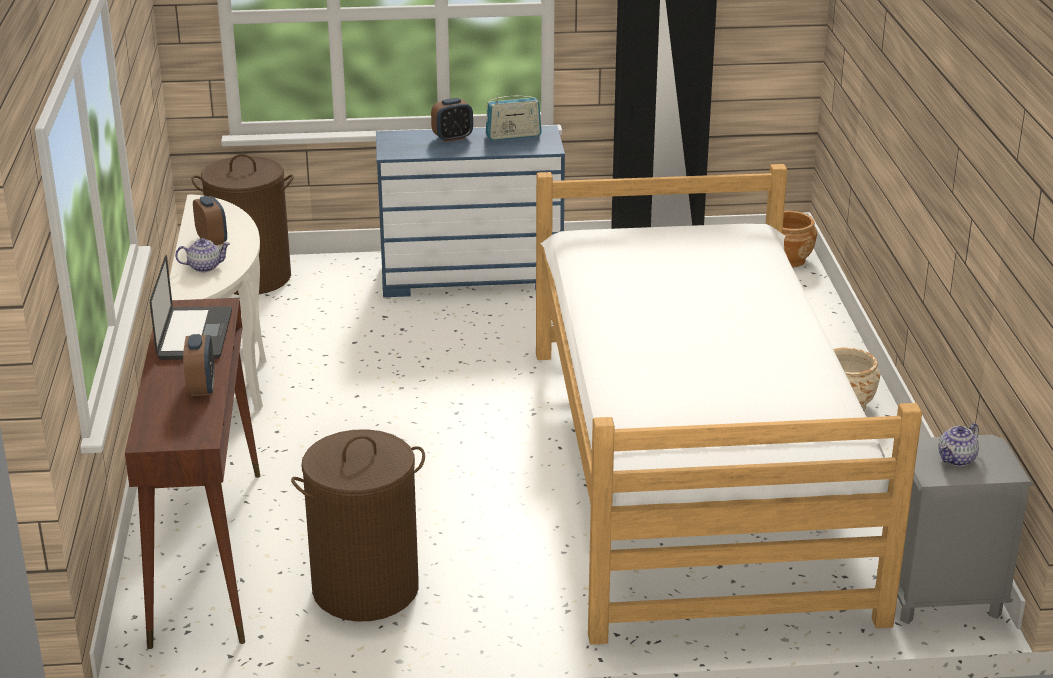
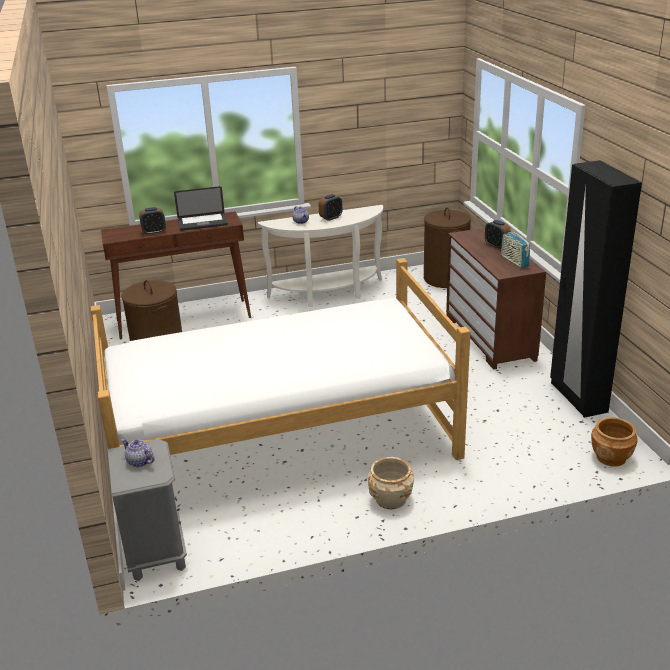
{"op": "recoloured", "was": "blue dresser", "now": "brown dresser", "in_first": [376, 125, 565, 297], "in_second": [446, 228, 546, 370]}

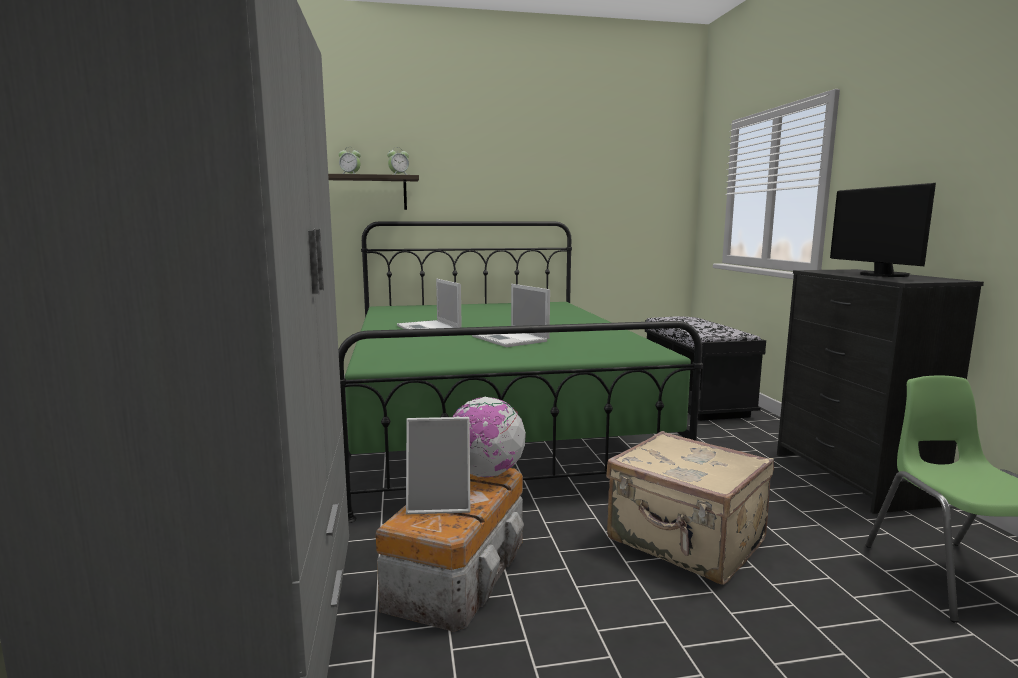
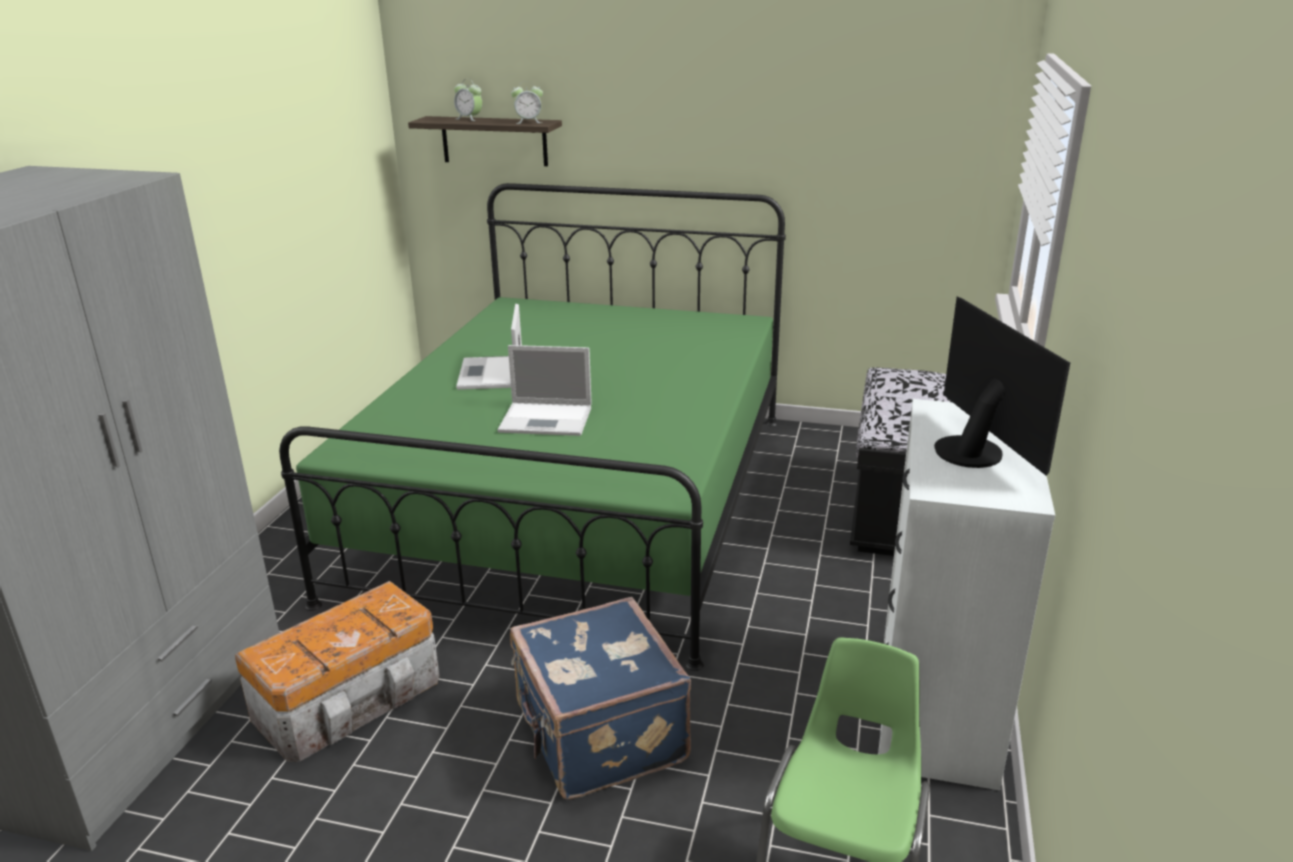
{"op": "removed", "was": "picture frame", "in_first": [406, 417, 470, 514]}
{"op": "removed", "was": "globe", "in_first": [453, 397, 526, 477]}
{"op": "turned", "was": "laptop", "in_first": [472, 284, 550, 347], "in_second": [497, 345, 592, 436], "clockwise": -75}
{"op": "recoloured", "was": "beige suitcase", "now": "blue suitcase", "in_first": [606, 431, 774, 585], "in_second": [510, 597, 691, 799]}
{"op": "recoloured", "was": "black dresser", "now": "white dresser", "in_first": [777, 269, 984, 514], "in_second": [878, 399, 1055, 790]}
{"op": "turned", "was": "monitor", "in_first": [830, 183, 936, 277], "in_second": [934, 296, 1070, 476], "clockwise": 150}

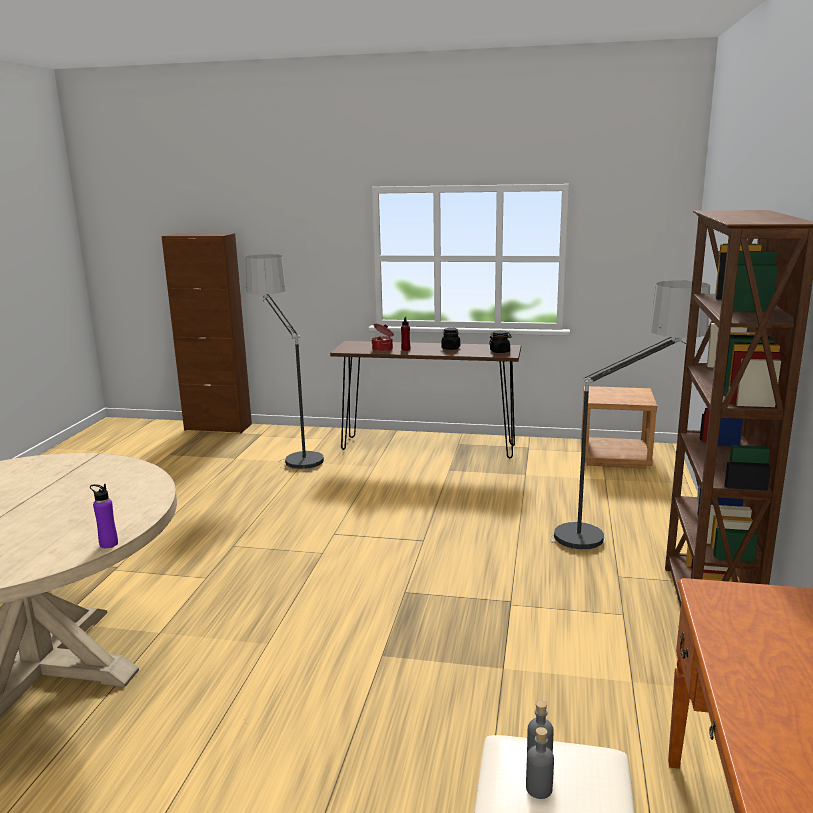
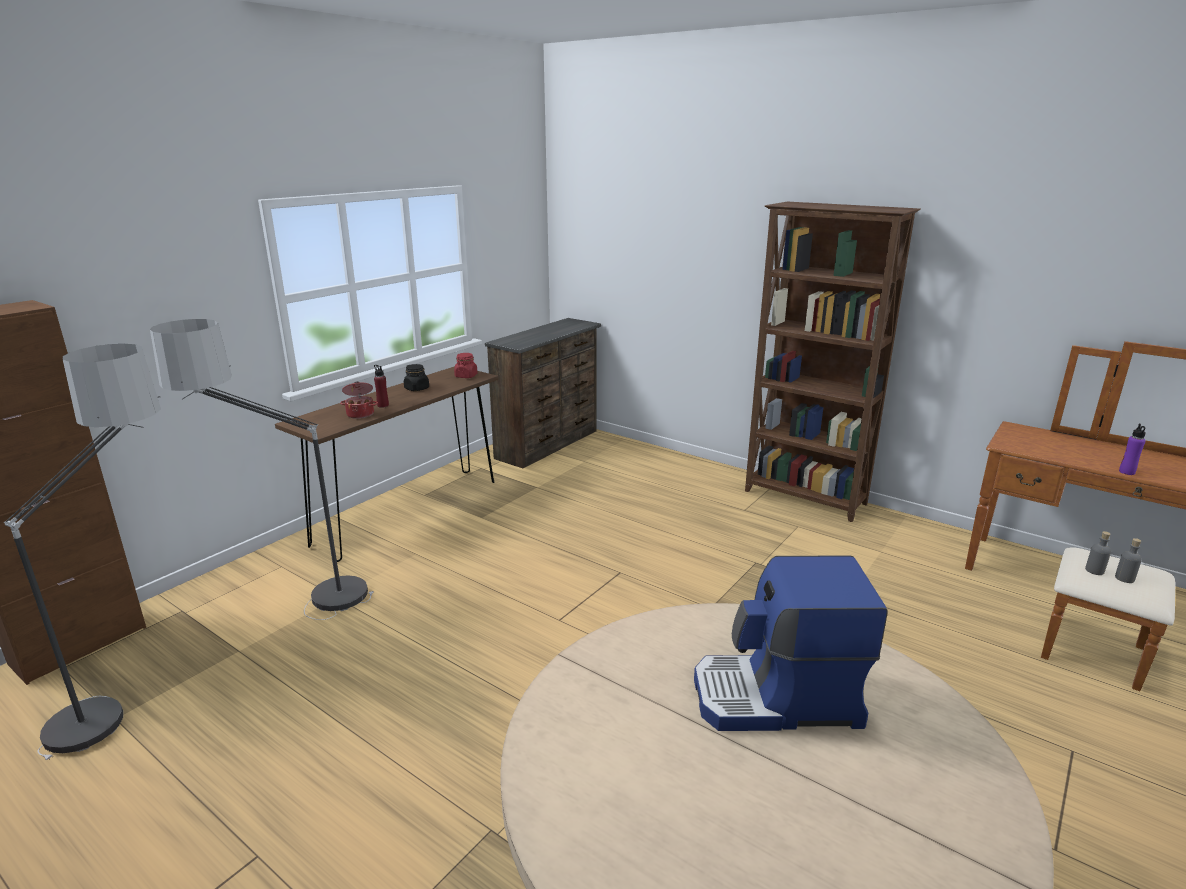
{"op": "moved", "was": "purple bottle", "in_first": [90, 484, 118, 548], "in_second": [1119, 424, 1146, 475]}
{"op": "recoloured", "was": "black jar", "now": "red jar", "in_first": [489, 331, 512, 353], "in_second": [454, 353, 478, 378]}
{"op": "moved", "was": "floor lamp", "in_first": [550, 281, 710, 550], "in_second": [4, 344, 161, 760]}
{"op": "replaced", "was": "brown nightstand", "now": "brown dresser", "in_first": [581, 386, 657, 469], "in_second": [485, 318, 601, 468]}
{"op": "added", "now": "coffee machine", "in_second": [694, 555, 888, 731]}

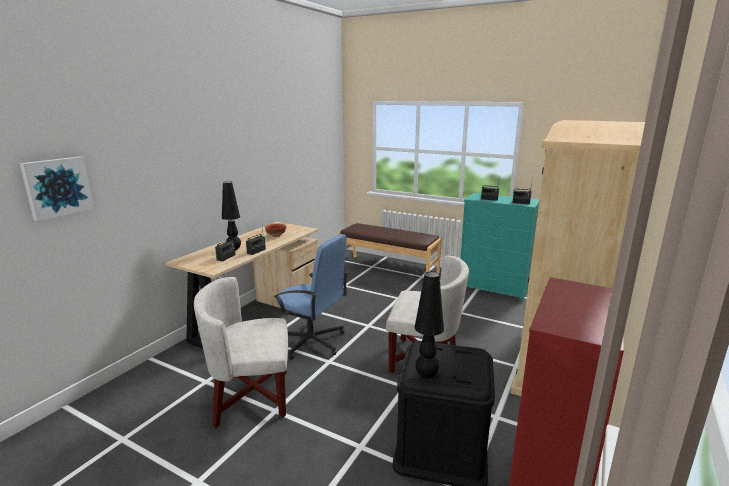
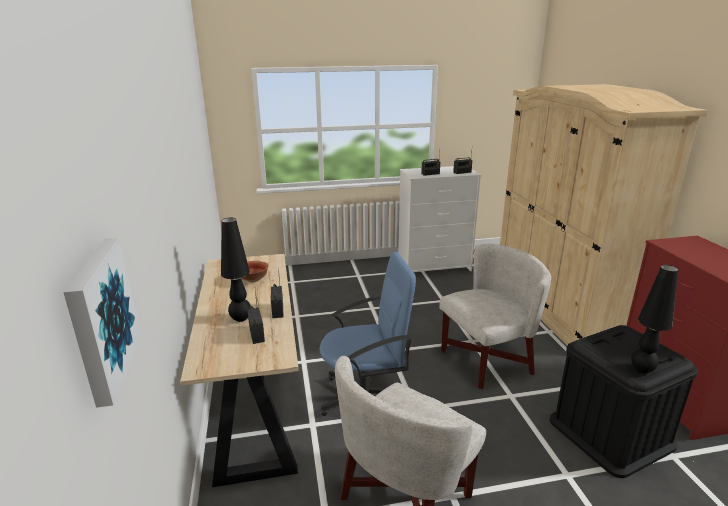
{"op": "removed", "was": "brown bench", "in_first": [338, 223, 442, 273]}
{"op": "recoloured", "was": "turquoise dresser", "now": "white dresser", "in_first": [460, 193, 540, 302], "in_second": [398, 166, 481, 272]}

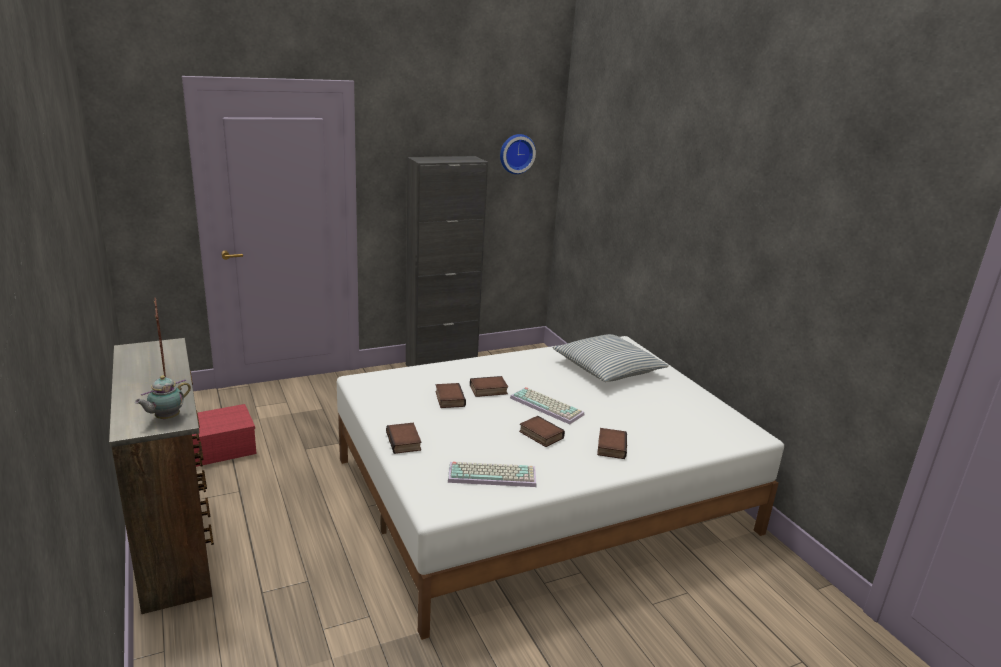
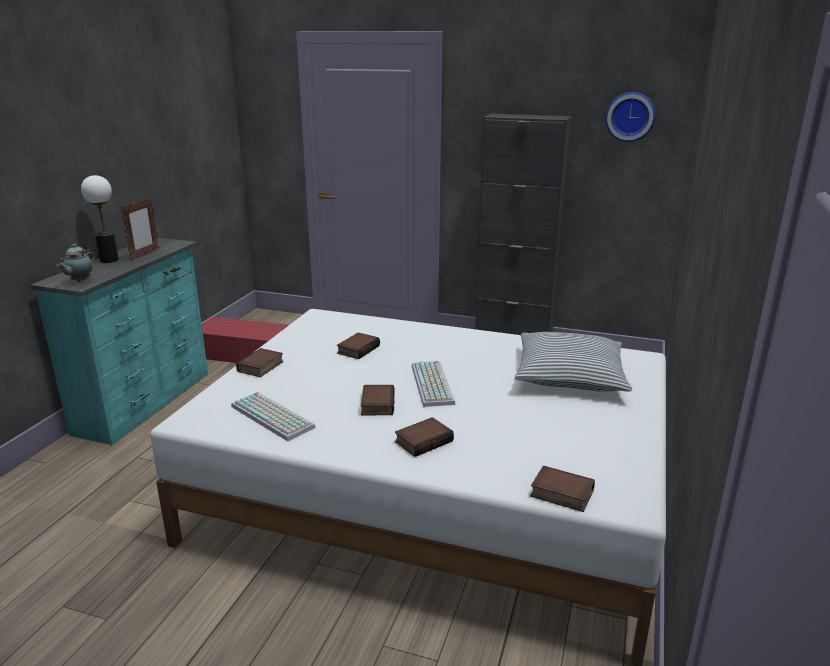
{"op": "recoloured", "was": "brown dresser", "now": "turquoise dresser", "in_first": [109, 338, 214, 614], "in_second": [30, 238, 208, 445]}
{"op": "turned", "was": "teapot", "in_first": [135, 375, 191, 420], "in_second": [57, 244, 95, 282], "clockwise": -60}
{"op": "moved", "was": "book", "in_first": [470, 376, 508, 397], "in_second": [530, 466, 595, 512]}
{"op": "added", "now": "table lamp", "in_second": [81, 175, 119, 263]}

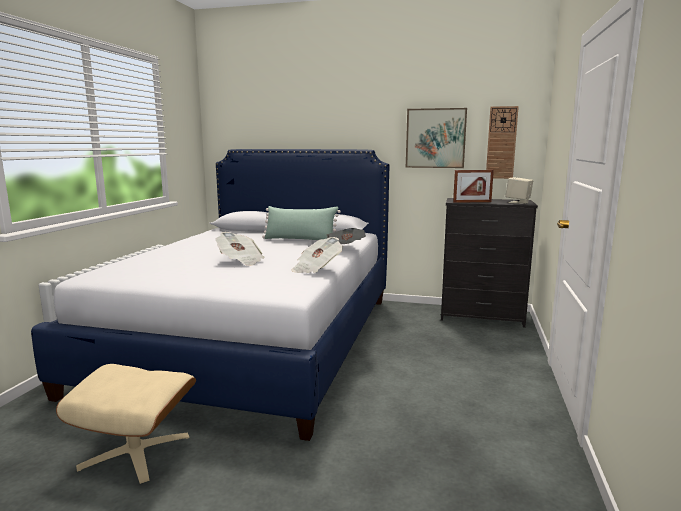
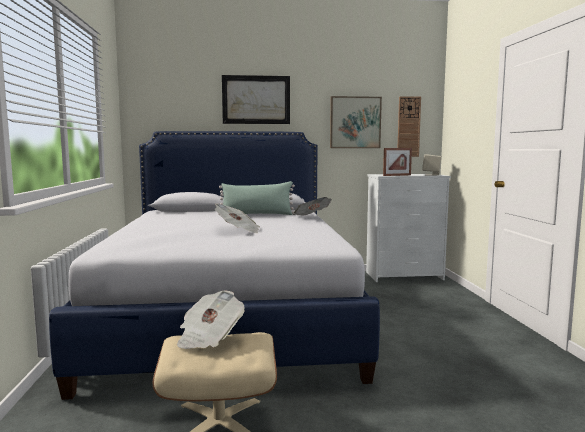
{"op": "moved", "was": "newspaper", "in_first": [291, 237, 343, 273], "in_second": [177, 290, 245, 349]}
{"op": "recoloured", "was": "black dresser", "now": "white dresser", "in_first": [441, 198, 538, 328], "in_second": [366, 174, 451, 282]}
{"op": "added", "now": "picture", "in_second": [222, 75, 290, 124]}

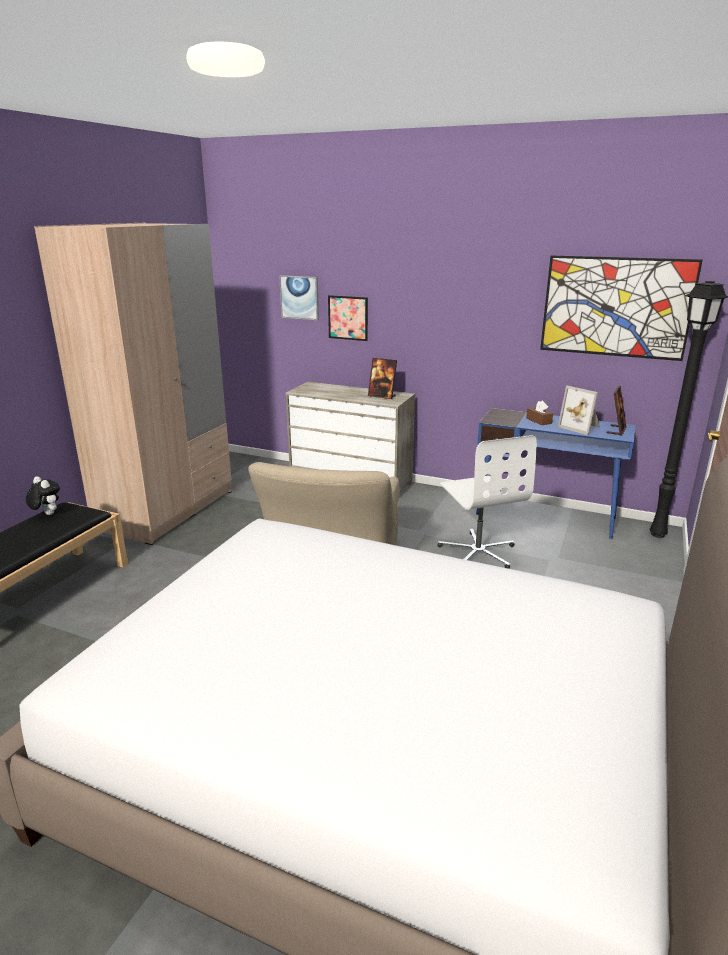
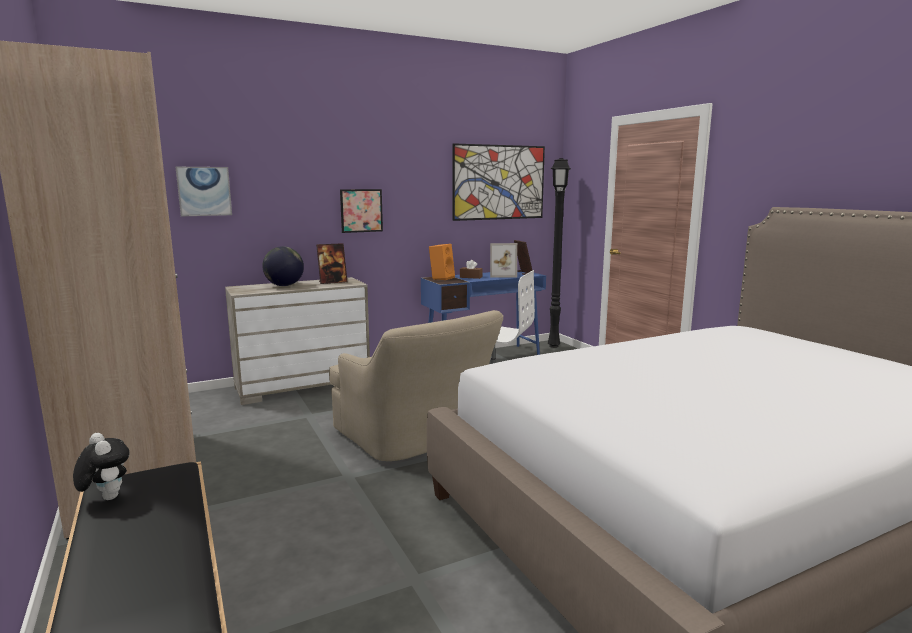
{"op": "turned", "was": "plush toy", "in_first": [26, 476, 60, 515], "in_second": [73, 433, 130, 500], "clockwise": 60}
{"op": "moved", "was": "picture", "in_first": [328, 295, 368, 341], "in_second": [340, 189, 383, 233]}
{"op": "added", "now": "globe", "in_second": [262, 246, 304, 286]}
{"op": "added", "now": "orange speaker", "in_second": [429, 244, 455, 280]}

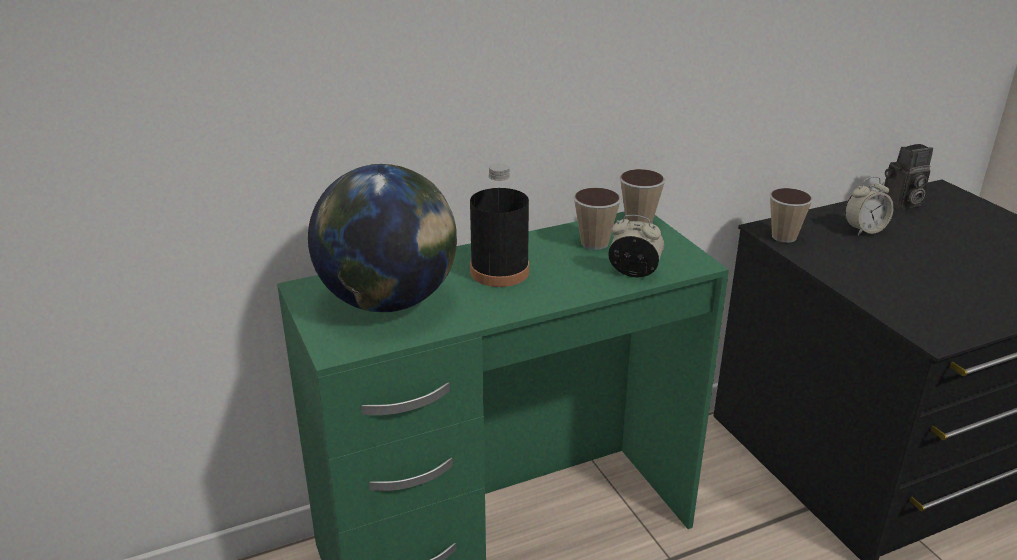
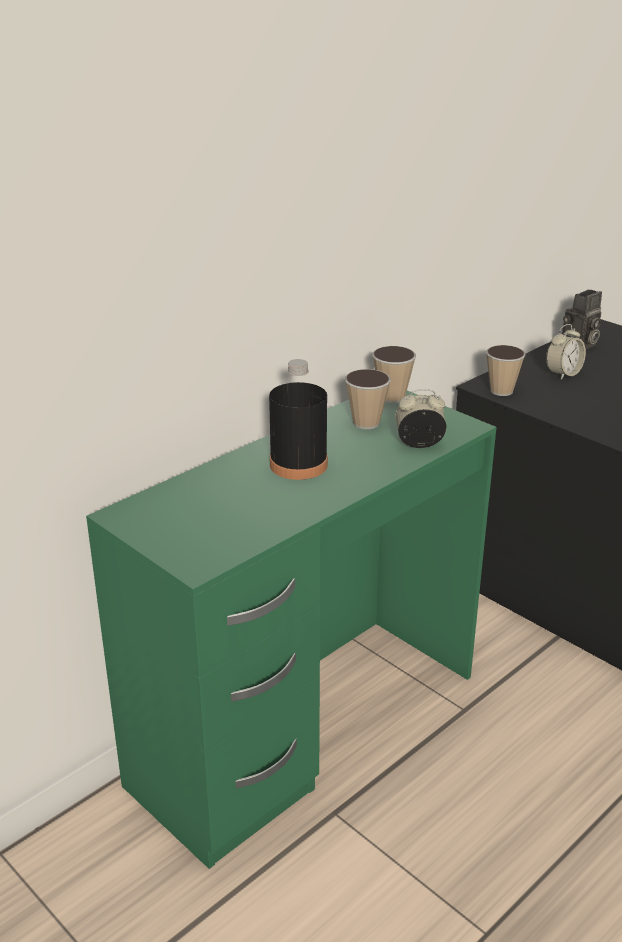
{"op": "removed", "was": "globe", "in_first": [308, 164, 457, 312]}

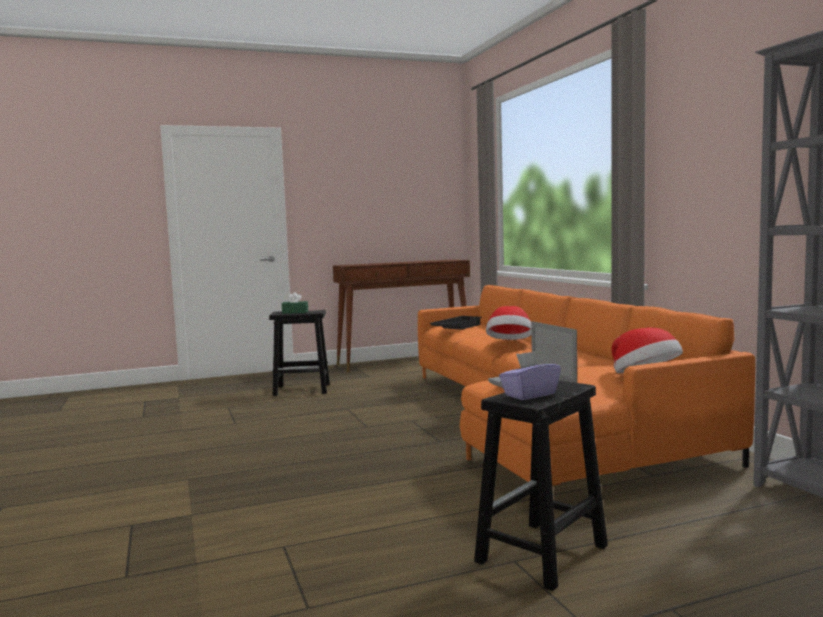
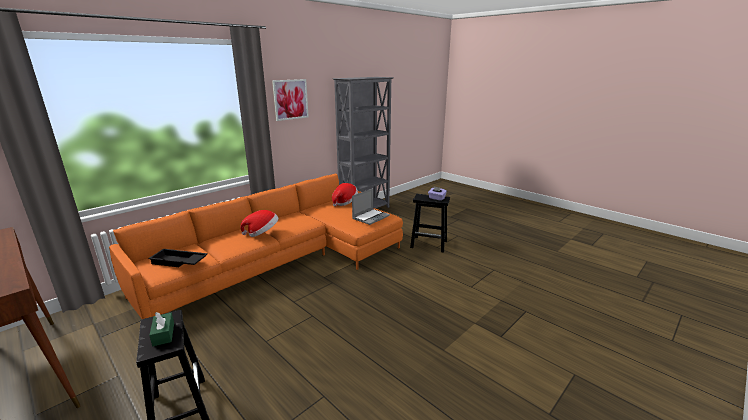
{"op": "added", "now": "picture", "in_second": [272, 79, 309, 121]}

